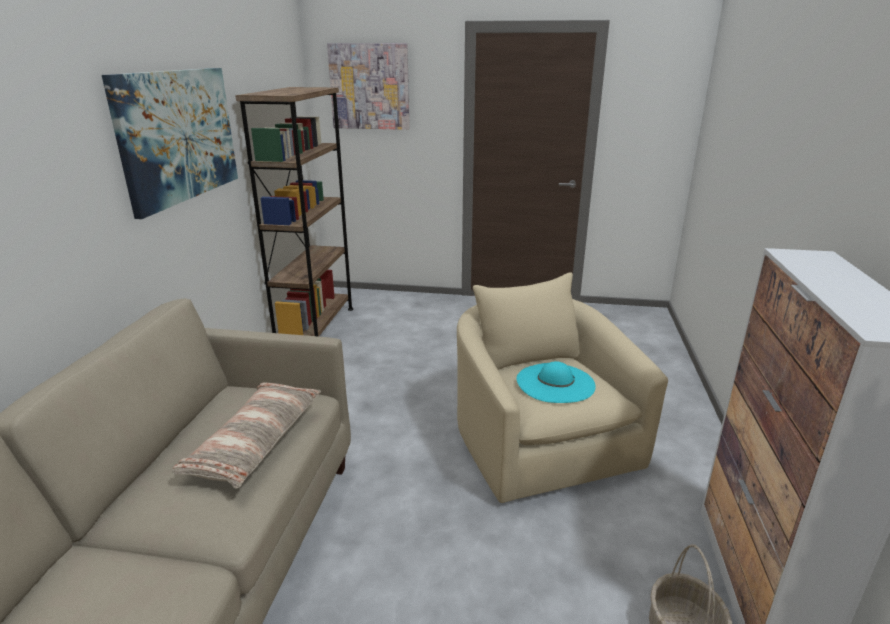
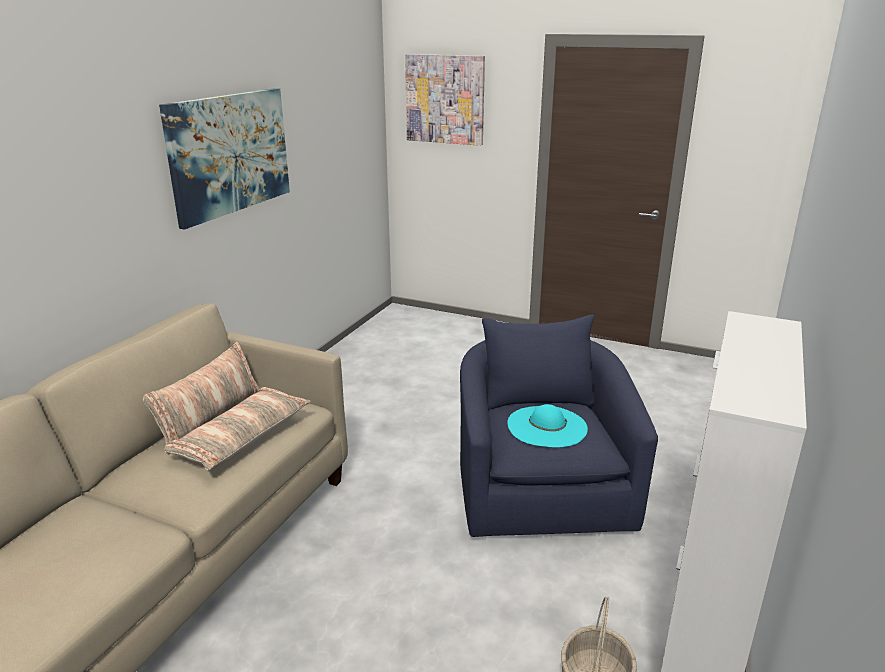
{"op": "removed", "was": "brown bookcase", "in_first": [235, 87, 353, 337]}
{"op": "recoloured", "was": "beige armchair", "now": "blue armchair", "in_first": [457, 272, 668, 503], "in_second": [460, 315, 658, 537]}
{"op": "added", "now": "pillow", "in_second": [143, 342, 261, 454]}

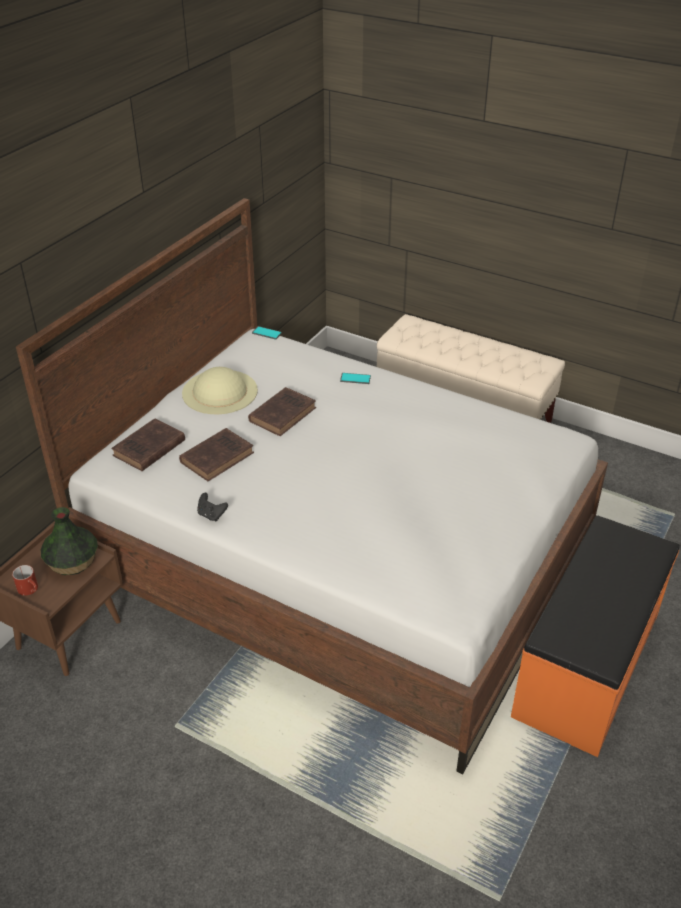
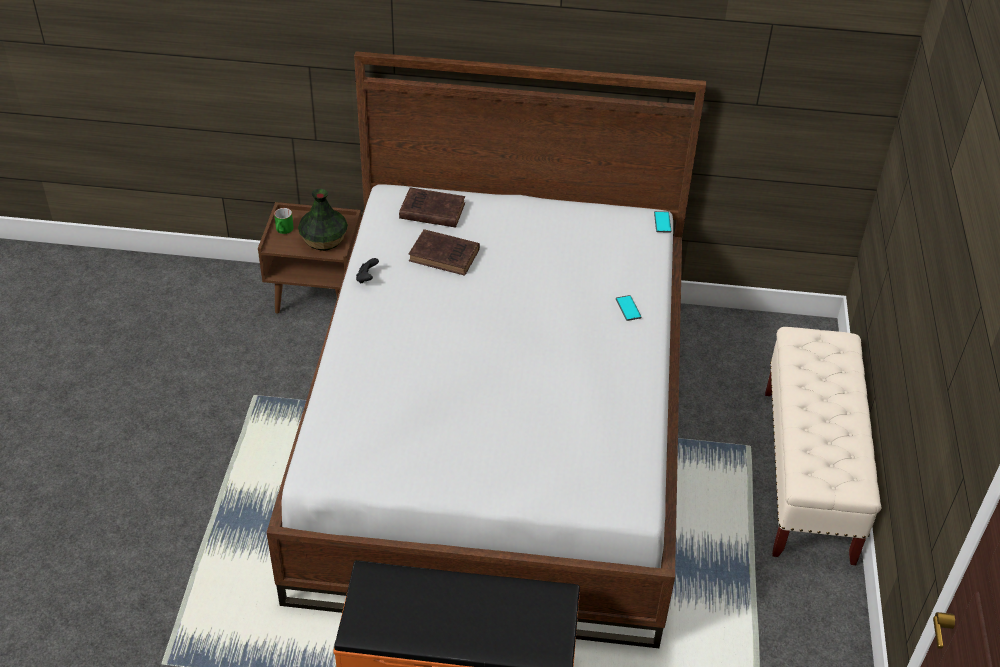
{"op": "recoloured", "was": "red mug", "now": "green mug", "in_first": [12, 565, 38, 596], "in_second": [274, 208, 294, 234]}
{"op": "removed", "was": "beige hat", "in_first": [182, 367, 258, 414]}
{"op": "removed", "was": "brown book", "in_first": [248, 387, 316, 436]}

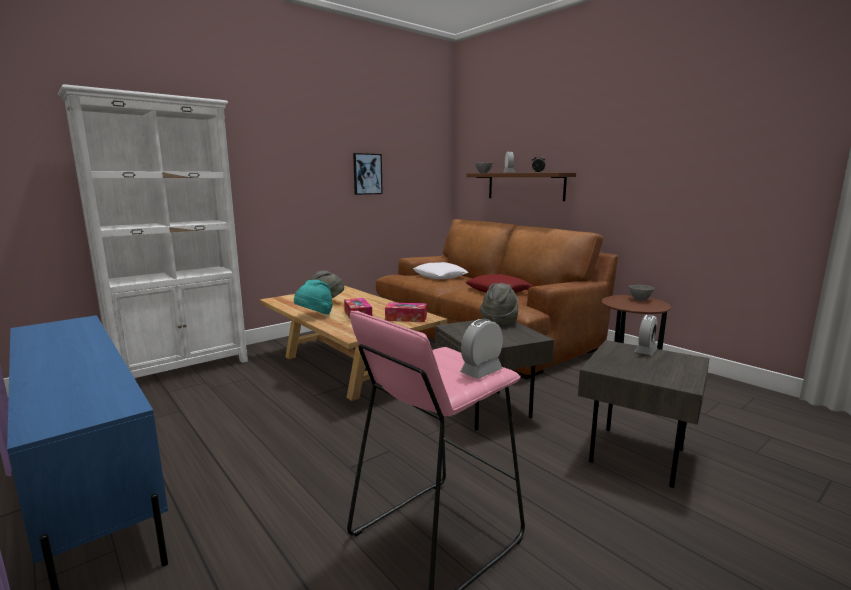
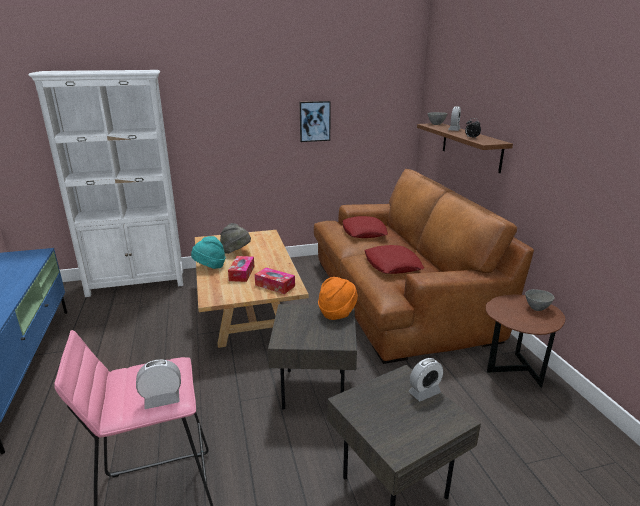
{"op": "recoloured", "was": "white pillow", "now": "red pillow", "in_first": [413, 262, 469, 279], "in_second": [343, 216, 388, 238]}
{"op": "recoloured", "was": "grey hat", "now": "orange hat", "in_first": [480, 283, 518, 327], "in_second": [318, 277, 358, 320]}

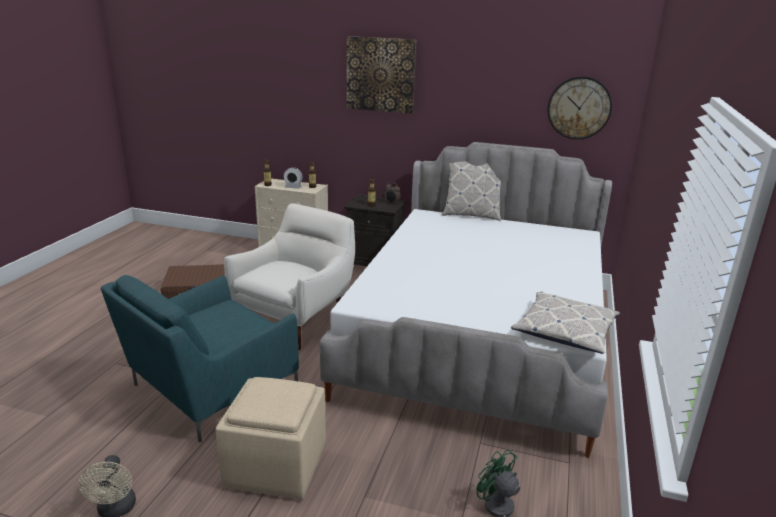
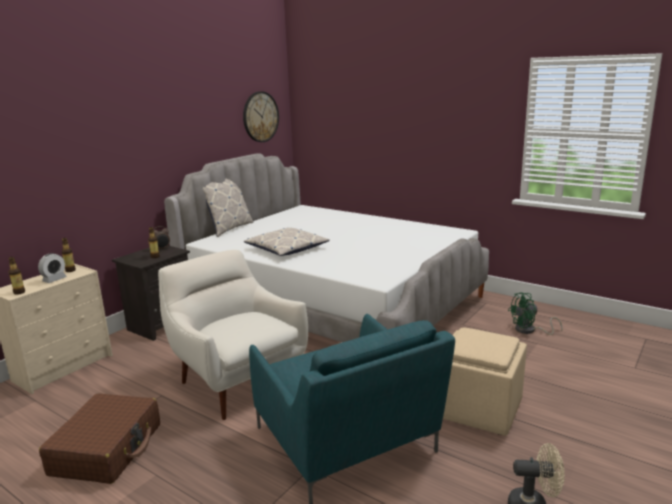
{"op": "removed", "was": "picture", "in_first": [347, 36, 416, 114]}
{"op": "moved", "was": "pillow", "in_first": [511, 292, 620, 354], "in_second": [244, 228, 330, 256]}

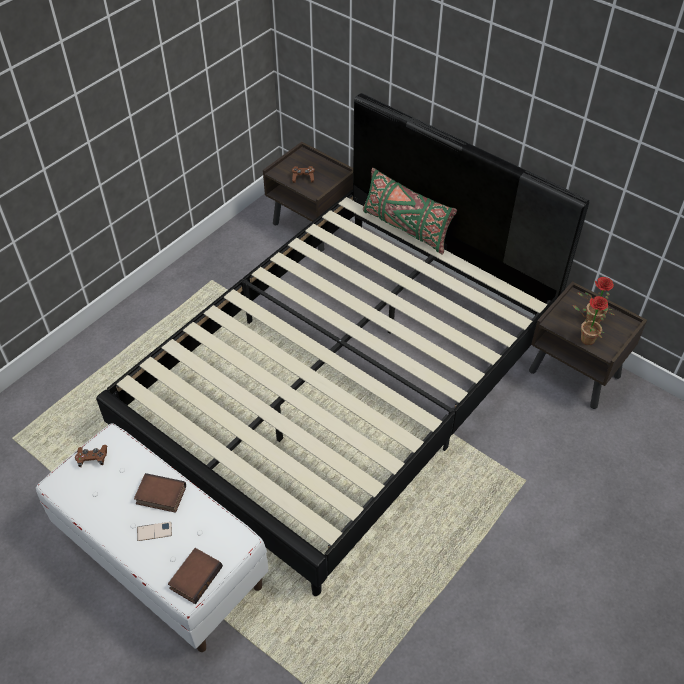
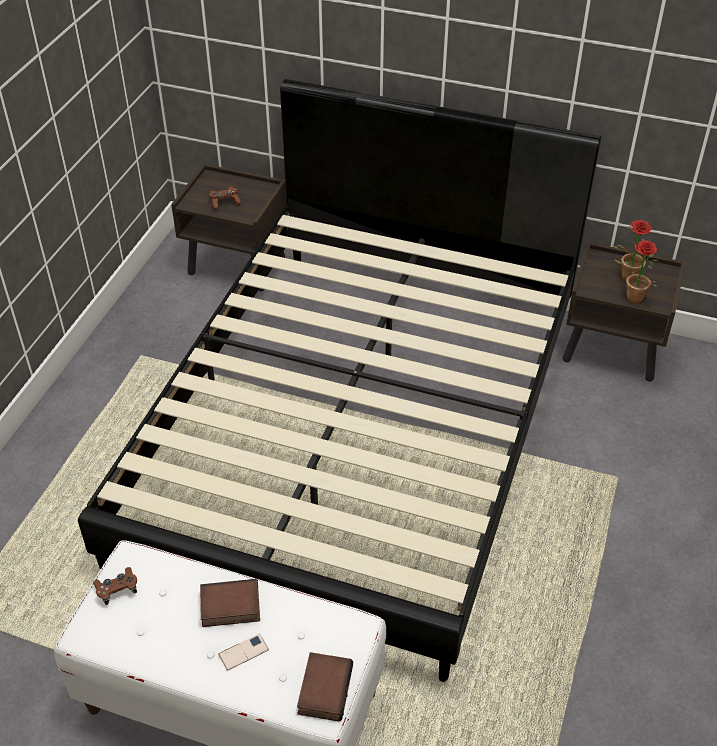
{"op": "removed", "was": "green pillow", "in_first": [363, 168, 457, 255]}

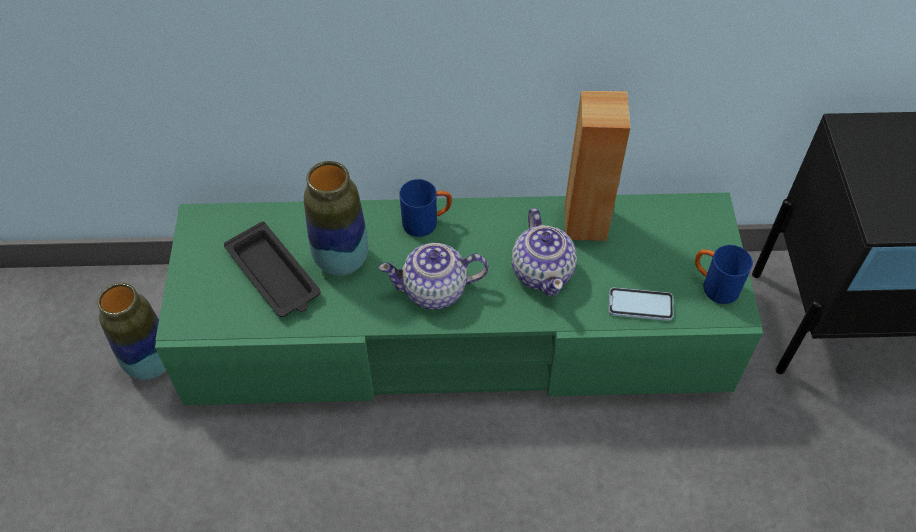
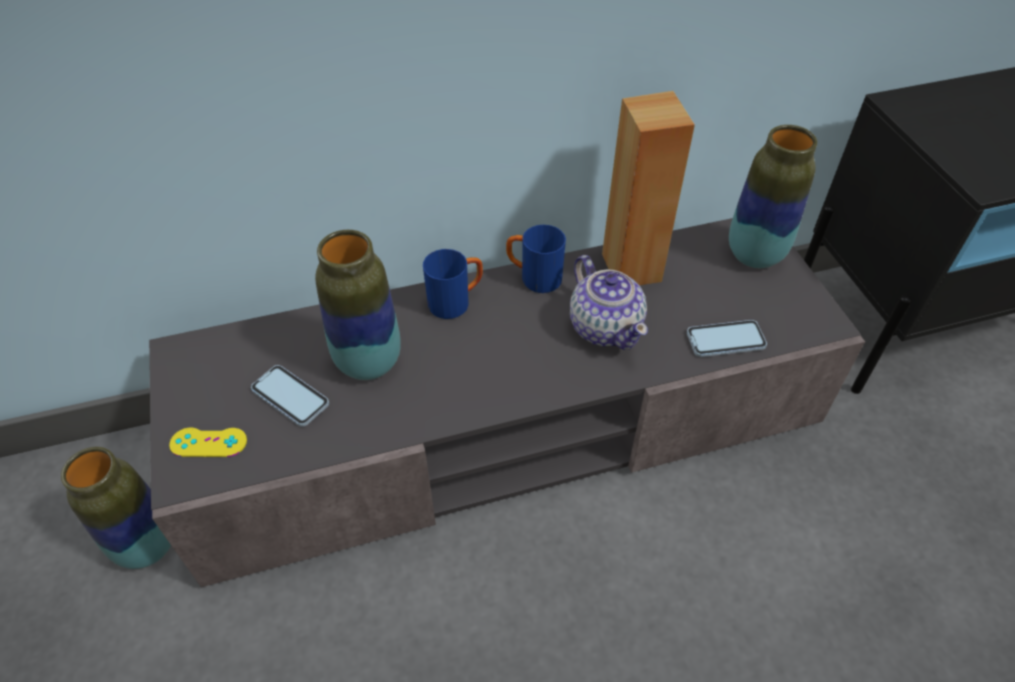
{"op": "recoloured", "was": "green tv stand", "now": "grey tv stand", "in_first": [155, 193, 763, 405], "in_second": [149, 218, 865, 587]}
{"op": "replaced", "was": "black tray", "now": "phone", "in_first": [224, 221, 321, 317], "in_second": [251, 365, 329, 427]}
{"op": "removed", "was": "teapot", "in_first": [378, 243, 489, 309]}
{"op": "moved", "was": "blue mug", "in_first": [695, 245, 753, 304], "in_second": [506, 225, 566, 293]}
{"op": "added", "now": "yellow game controller", "in_second": [169, 428, 247, 457]}
{"op": "added", "now": "vase", "in_second": [729, 125, 817, 268]}

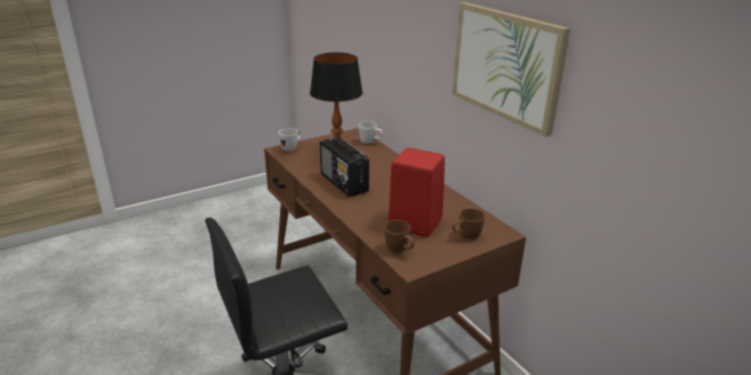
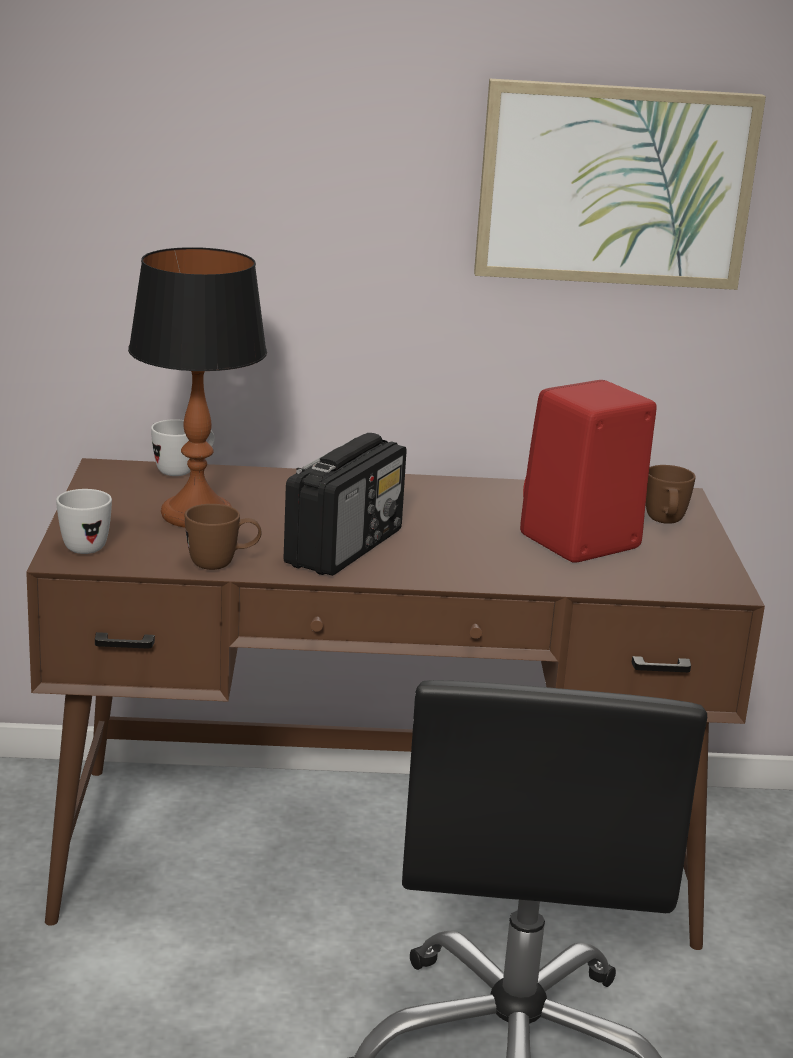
{"op": "turned", "was": "radio", "in_first": [320, 137, 369, 197], "in_second": [284, 433, 407, 576], "clockwise": -60}
{"op": "moved", "was": "brown mug", "in_first": [384, 220, 414, 253], "in_second": [185, 504, 262, 570]}

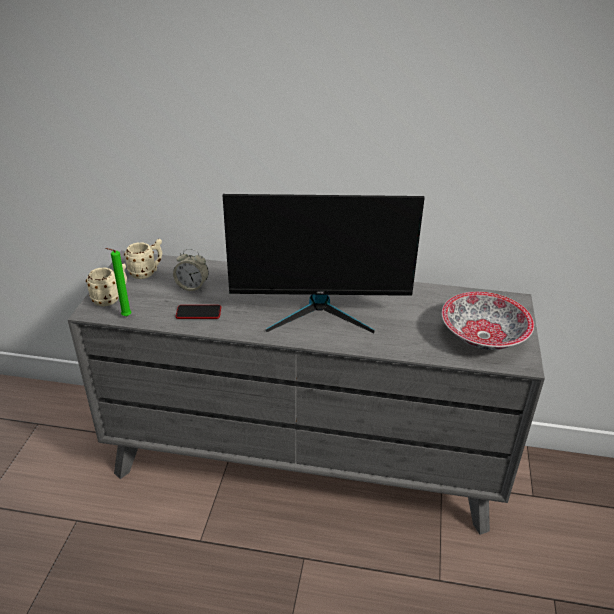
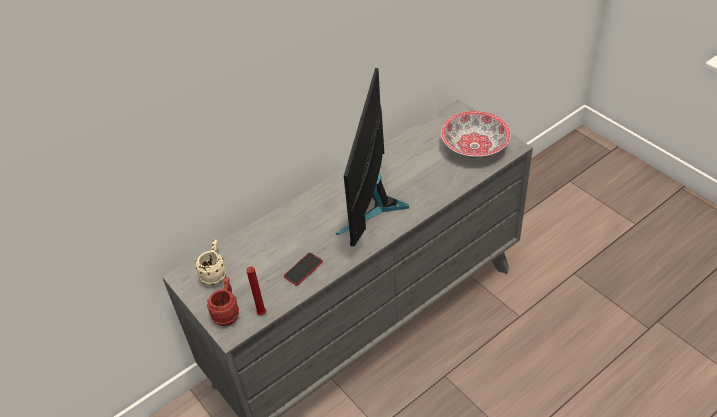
{"op": "recoloured", "was": "beige mug", "now": "red mug", "in_first": [86, 264, 127, 306], "in_second": [207, 277, 239, 326]}
{"op": "recoloured", "was": "green candle", "now": "red candle", "in_first": [105, 248, 132, 316], "in_second": [246, 267, 266, 315]}
{"op": "removed", "was": "alarm clock", "in_first": [173, 249, 209, 291]}
{"op": "turned", "was": "monitor", "in_first": [223, 194, 425, 333], "in_second": [336, 68, 409, 246], "clockwise": 150}

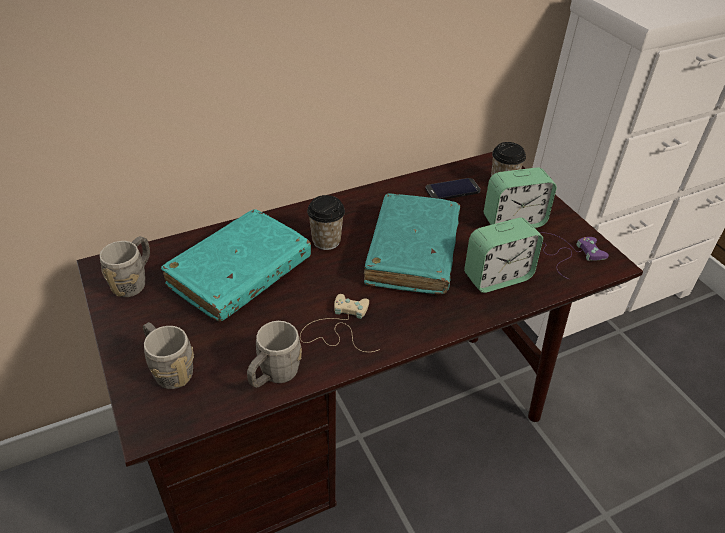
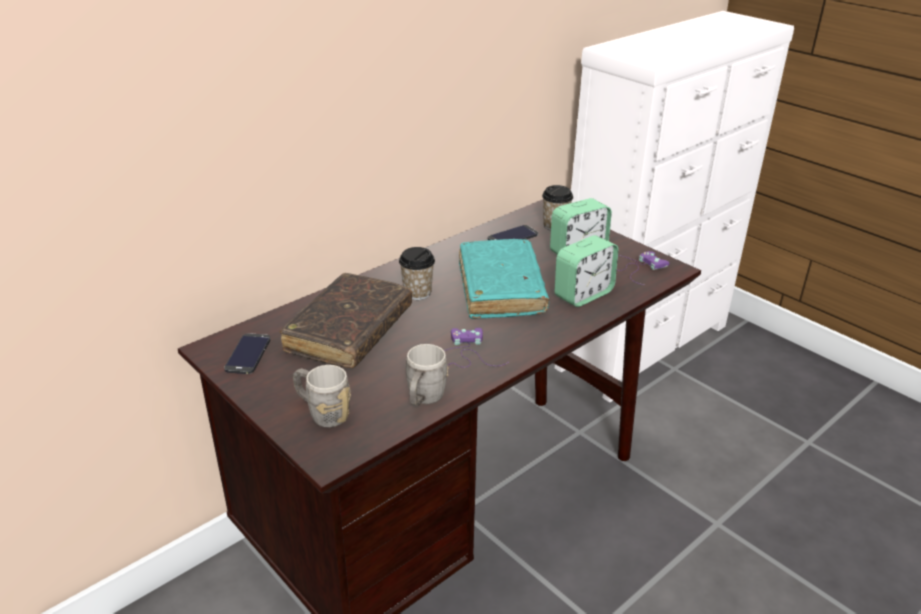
{"op": "replaced", "was": "grey mug", "now": "phone", "in_first": [100, 236, 150, 297], "in_second": [224, 333, 271, 374]}
{"op": "recoloured", "was": "turquoise book", "now": "brown book", "in_first": [161, 209, 311, 322], "in_second": [279, 273, 412, 368]}
{"op": "recoloured", "was": "beige game controller", "now": "purple game controller", "in_first": [300, 294, 380, 352], "in_second": [444, 328, 509, 367]}

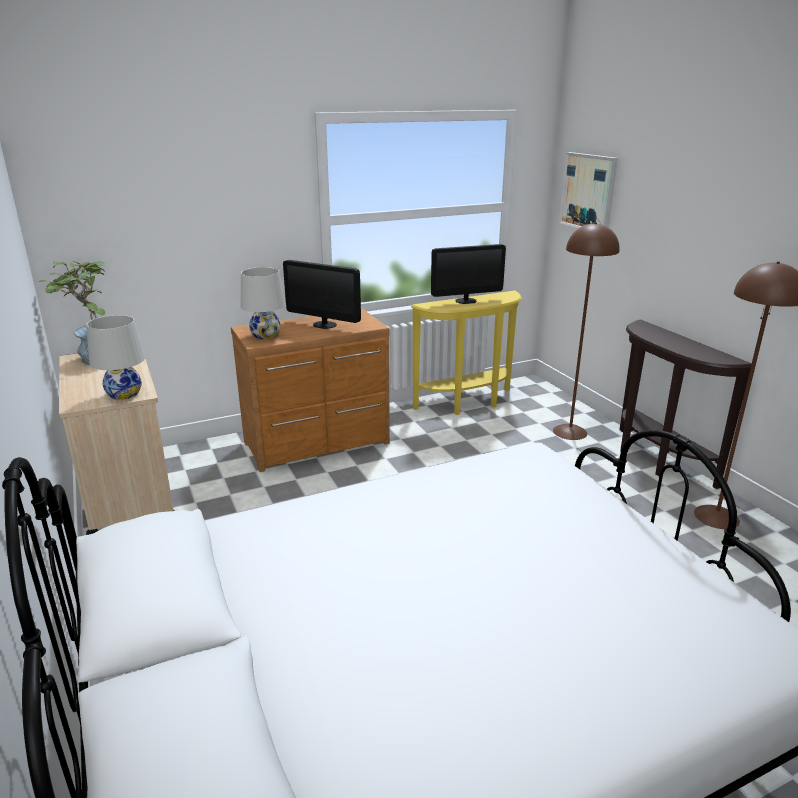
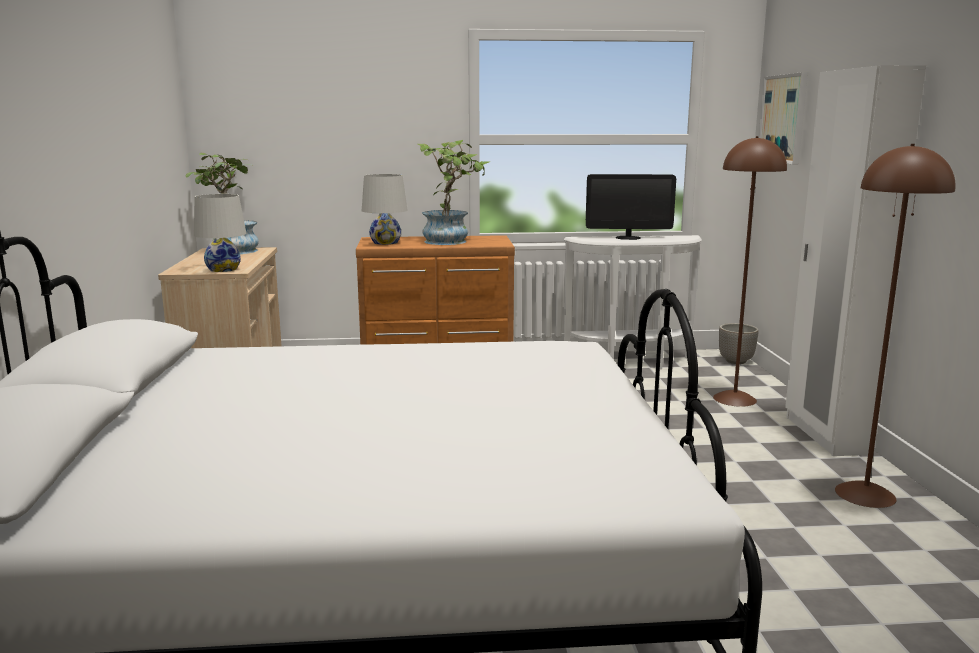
{"op": "replaced", "was": "monitor", "now": "potted plant", "in_first": [283, 260, 361, 329], "in_second": [418, 140, 490, 245]}
{"op": "recoloured", "was": "yellow console table", "now": "white console table", "in_first": [411, 291, 522, 415], "in_second": [563, 235, 702, 369]}
{"op": "replaced", "was": "brown console table", "now": "white wardrobe", "in_first": [620, 319, 752, 489], "in_second": [785, 65, 926, 456]}
{"op": "added", "now": "planter", "in_second": [719, 323, 759, 364]}

